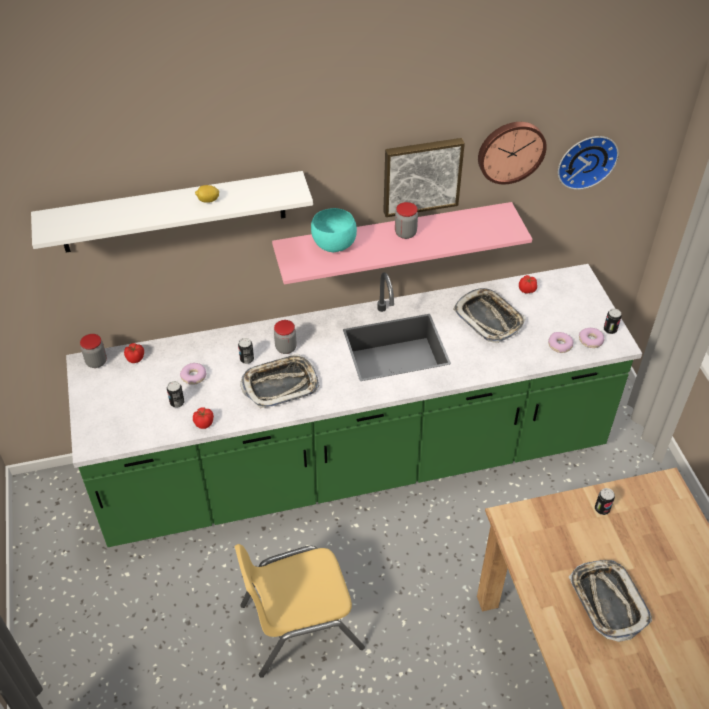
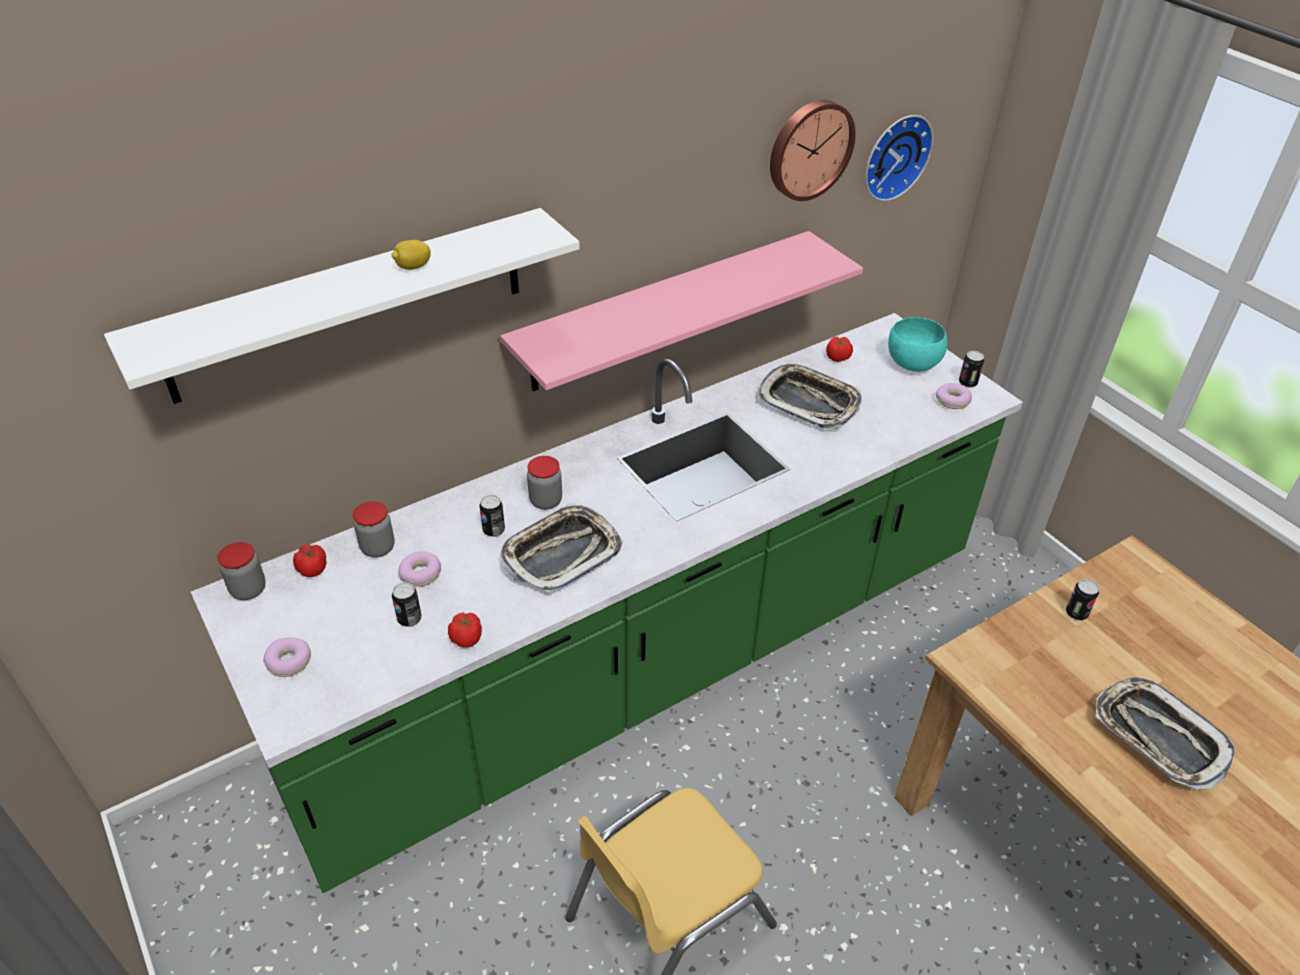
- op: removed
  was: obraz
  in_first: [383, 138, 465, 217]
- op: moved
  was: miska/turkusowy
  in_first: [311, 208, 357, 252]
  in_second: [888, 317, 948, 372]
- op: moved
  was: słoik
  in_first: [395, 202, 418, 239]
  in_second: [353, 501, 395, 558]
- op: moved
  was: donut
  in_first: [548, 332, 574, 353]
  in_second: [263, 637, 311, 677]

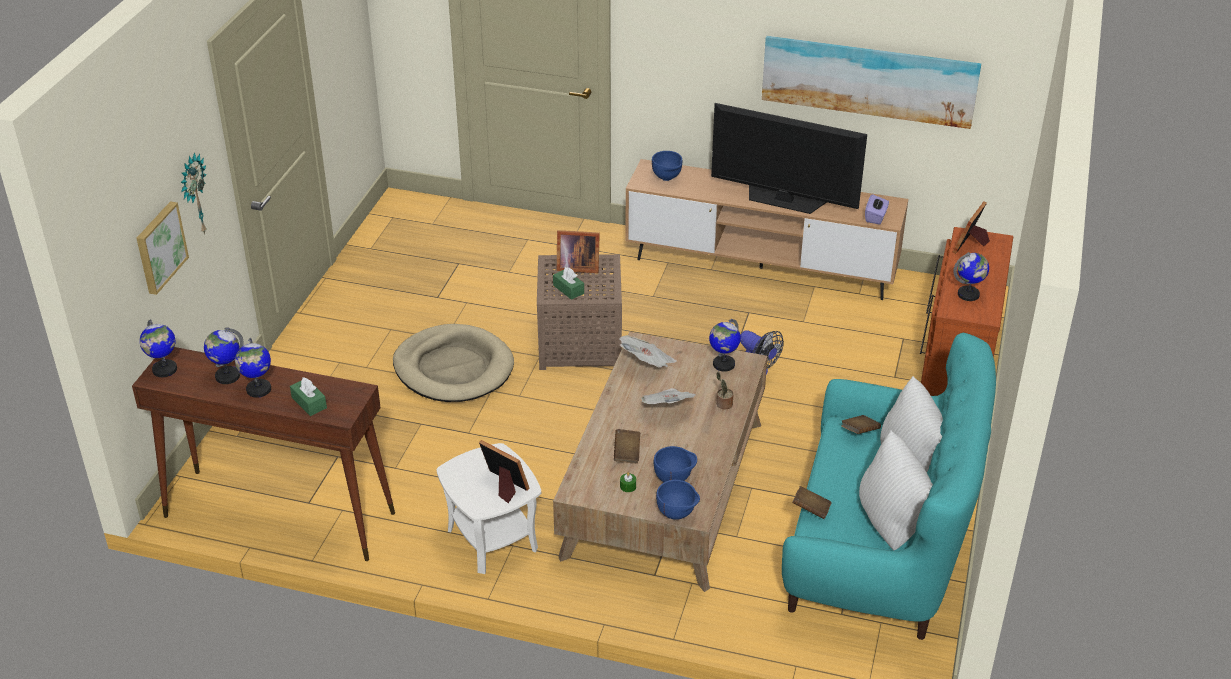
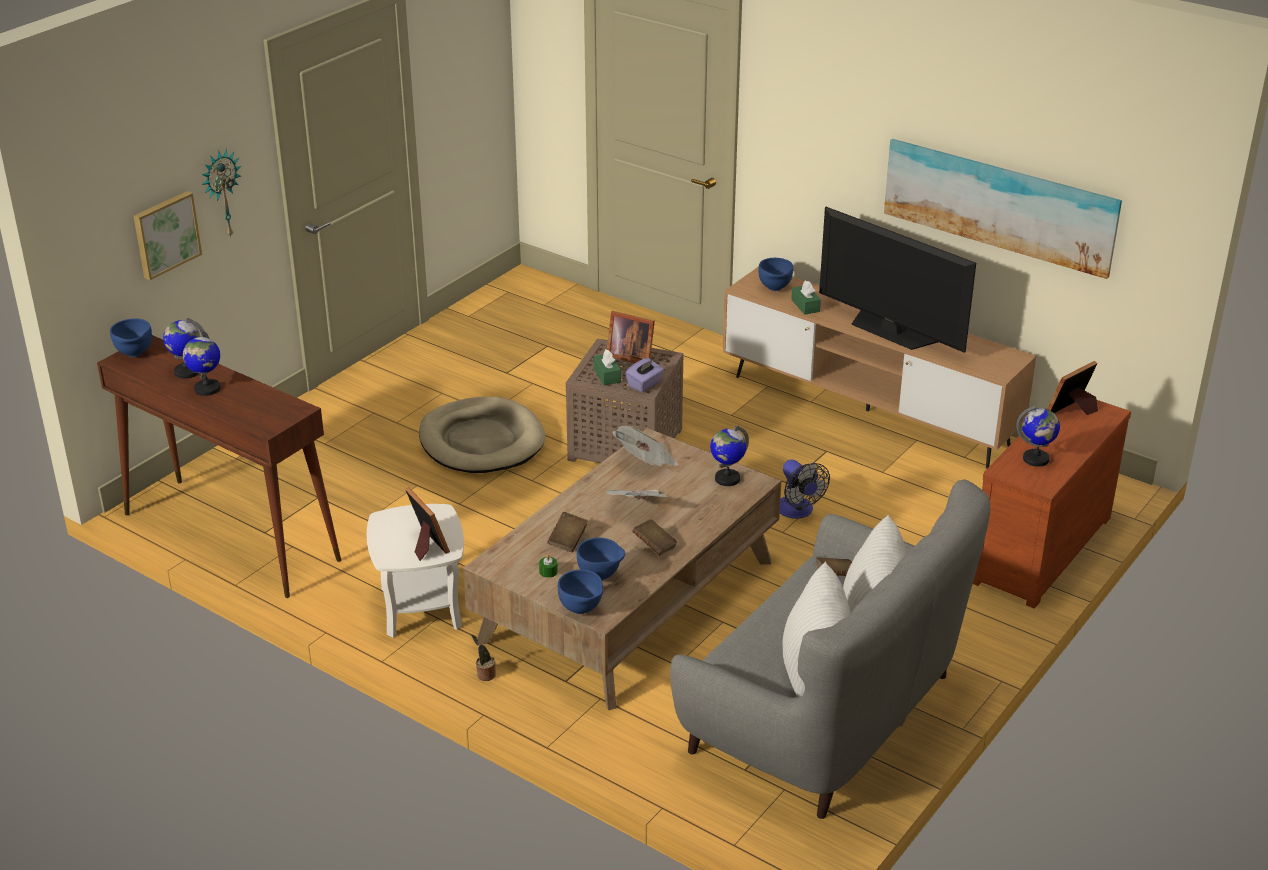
- op: moved
  was: pudełko chusteczek/zielony
  in_first: [290, 377, 327, 416]
  in_second: [791, 281, 821, 315]
- op: moved
  was: roślina doniczkowa
  in_first: [716, 372, 734, 410]
  in_second: [471, 634, 496, 681]
- op: moved
  was: książka/brązowy
  in_first: [792, 486, 832, 519]
  in_second: [632, 519, 678, 556]
- op: moved
  was: pudełko chusteczek/fioletowy
  in_first: [865, 194, 889, 225]
  in_second: [625, 358, 664, 392]
- op: replaced
  was: globus
  now: miska/niebieski
  in_first: [140, 319, 177, 377]
  in_second: [110, 318, 152, 357]
- op: recoloured
  was: kanapa/turkusowy
  now: kanapa/szary
  in_first: [782, 333, 996, 640]
  in_second: [670, 479, 990, 819]

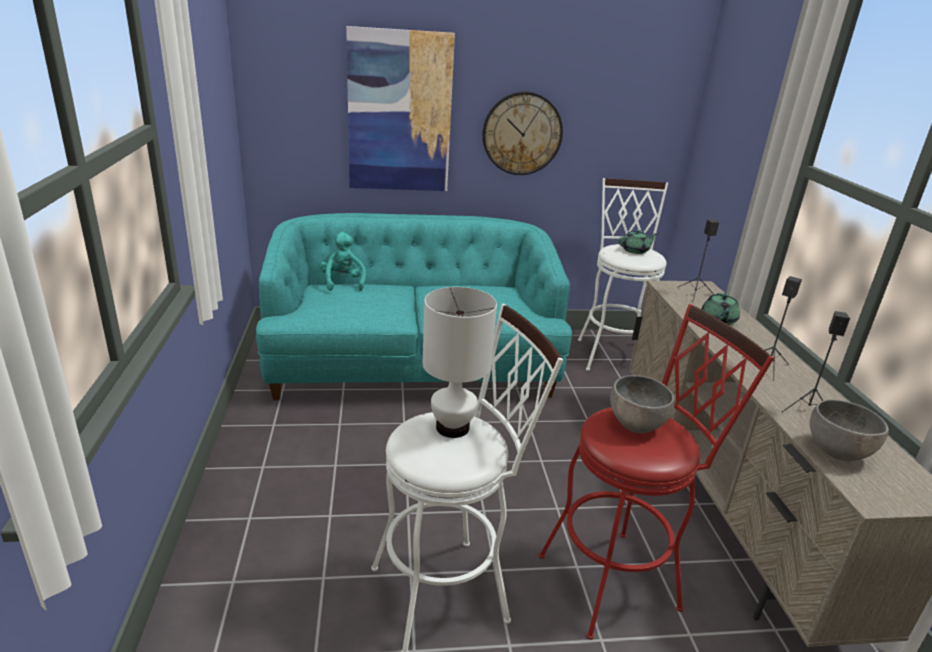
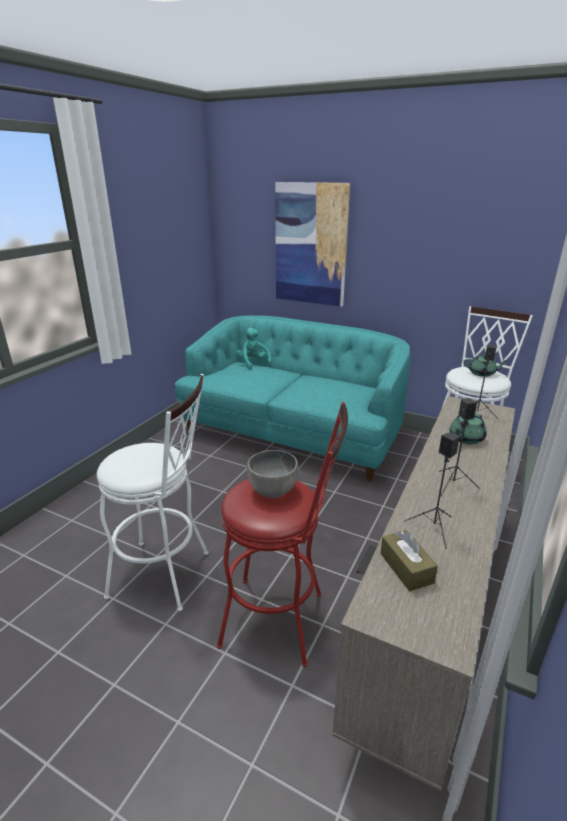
- op: removed
  was: lampa stołowa/biały
  in_first: [422, 287, 497, 438]
- op: removed
  was: zegar ścienny
  in_first: [482, 92, 563, 175]
- op: replaced
  was: miska/szary
  now: pudełko chusteczek/brązowy
  in_first: [809, 399, 889, 461]
  in_second: [380, 530, 438, 591]
- op: turned
  was: pluszak/turkusowy
  in_first: [320, 232, 366, 291]
  in_second: [236, 328, 271, 369]
  clockwise: -45

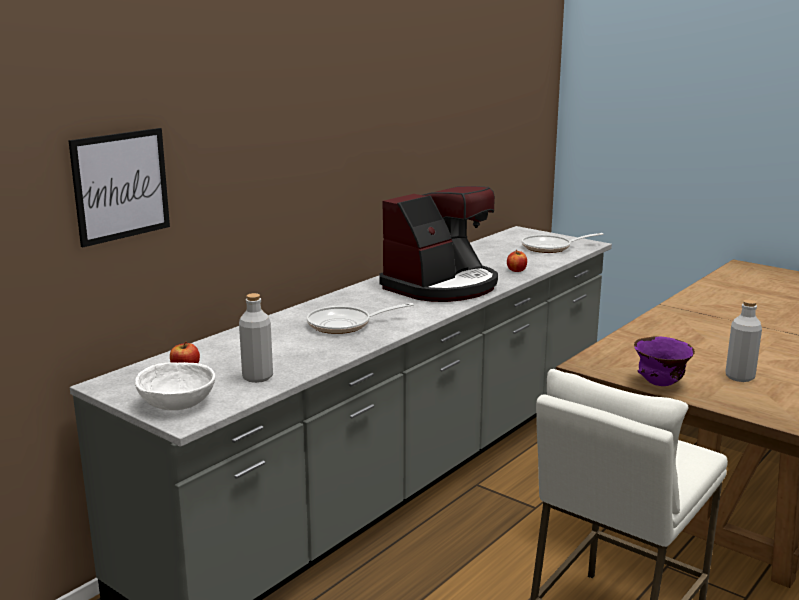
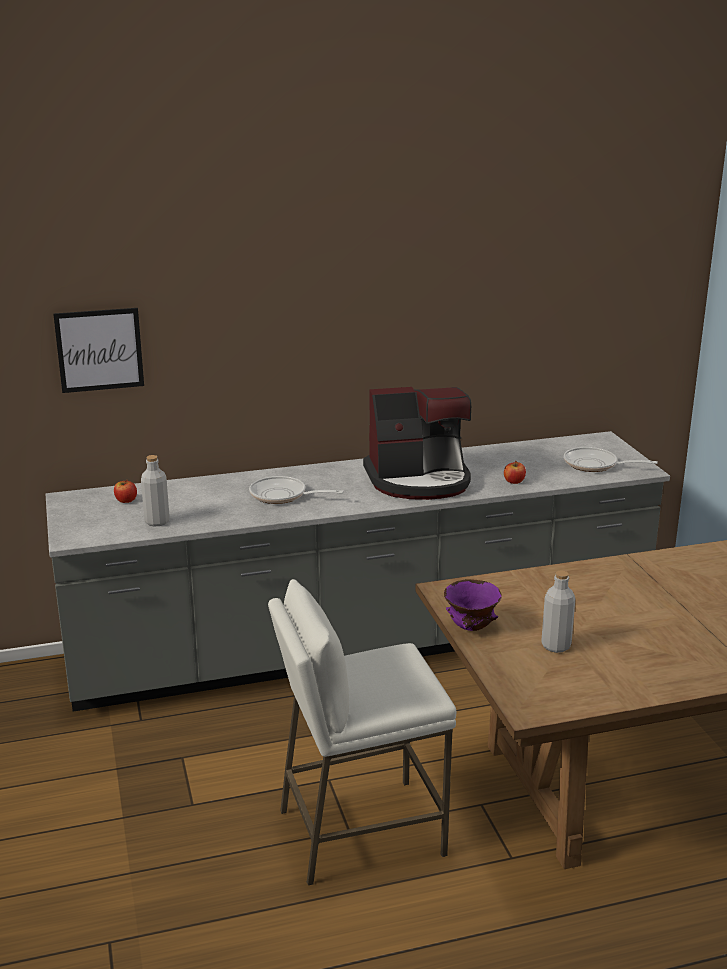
- op: removed
  was: miska/biały
  in_first: [135, 362, 215, 410]

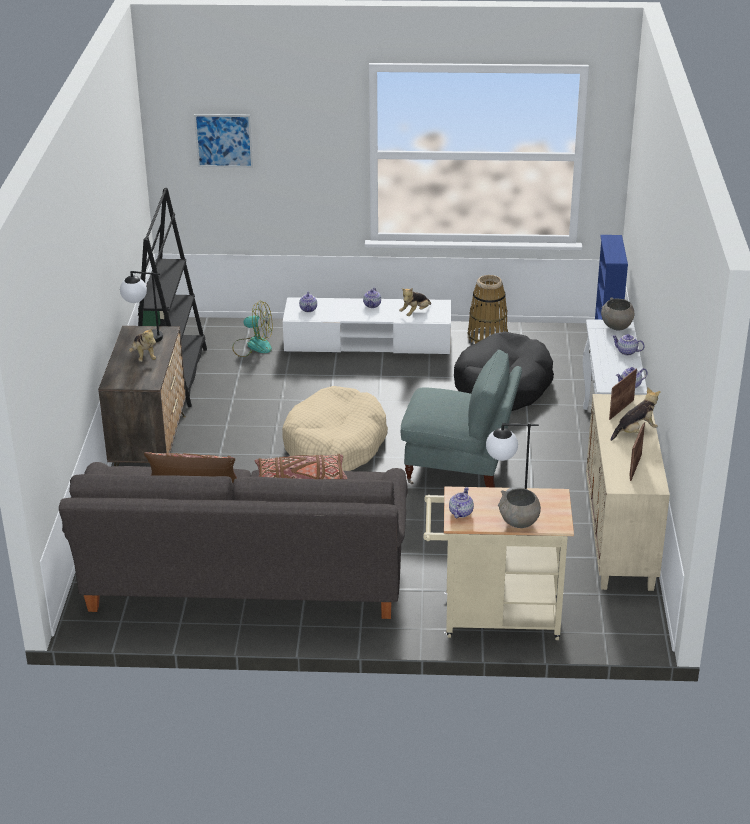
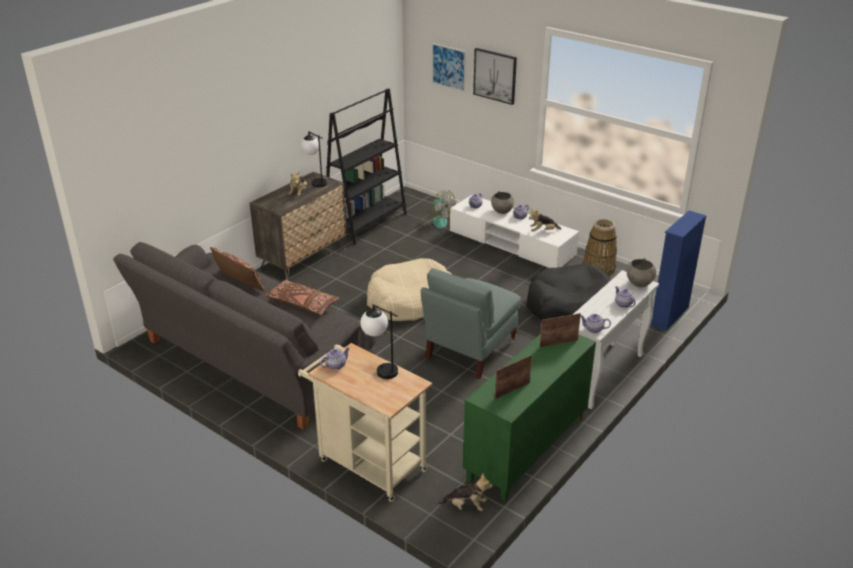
- op: added
  now: obraz
  in_second: [473, 48, 517, 105]
- op: moved
  was: miska/szary
  in_first: [498, 488, 541, 528]
  in_second: [491, 191, 514, 214]
- op: moved
  was: pluszak
  in_first: [611, 387, 661, 441]
  in_second: [438, 474, 493, 511]
- op: recoloured
  was: szafka/beżowy
  now: szafka/zielony
  in_first: [586, 394, 670, 591]
  in_second: [463, 334, 596, 501]
- op: turned
  was: fotel/szary
  in_first: [401, 350, 522, 487]
  in_second: [421, 268, 521, 379]
  clockwise: 75

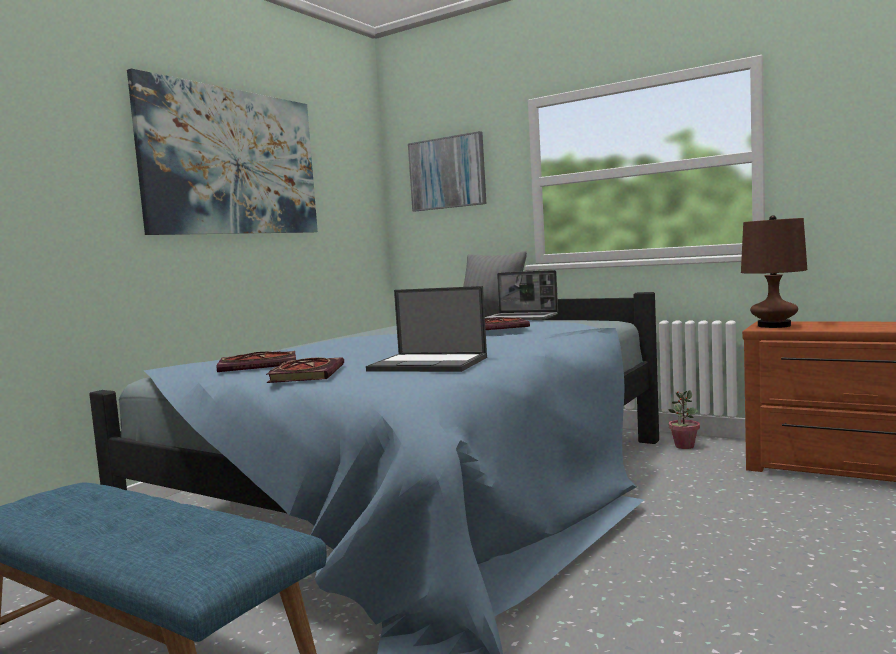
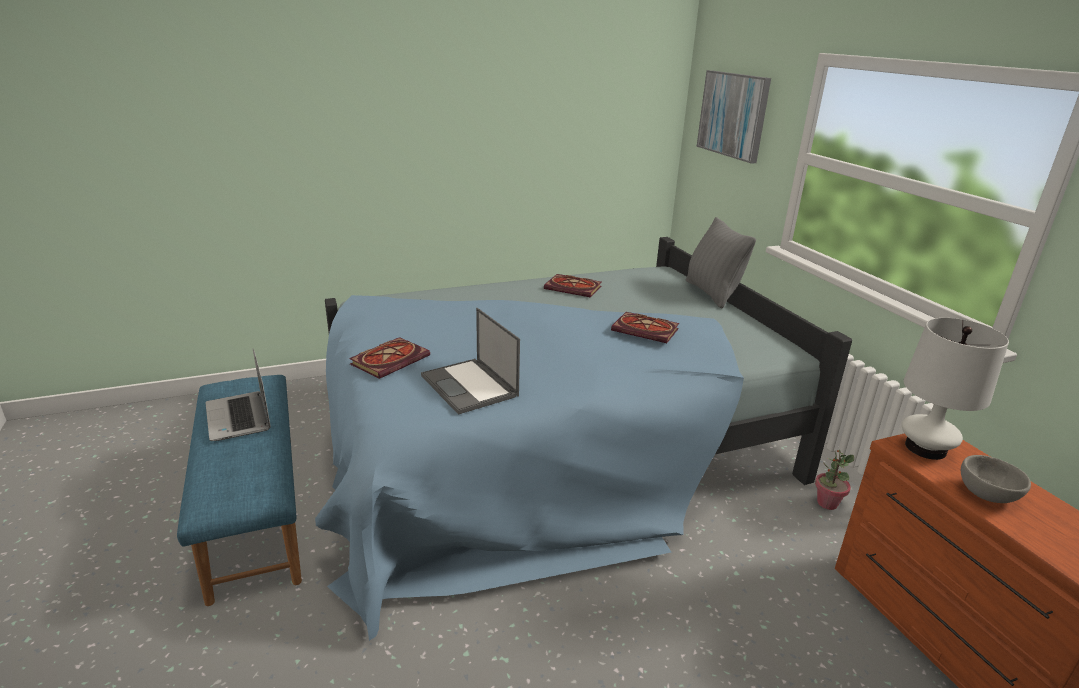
- op: removed
  was: obraz
  in_first: [127, 68, 318, 235]
- op: added
  now: miska/szary
  in_second: [961, 455, 1031, 503]
- op: moved
  was: książka
  in_first: [216, 351, 296, 372]
  in_second: [544, 274, 601, 298]
- op: moved
  was: laptop
  in_first: [485, 270, 558, 320]
  in_second: [205, 349, 270, 441]
- op: recoloured
  was: lampa stołowa/brązowy
  now: lampa stołowa/biały
  in_first: [741, 215, 807, 328]
  in_second: [902, 318, 1009, 460]

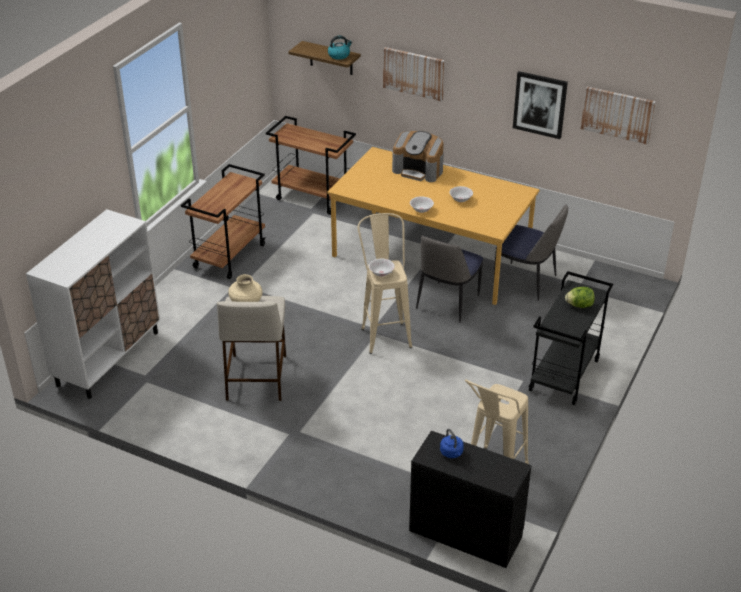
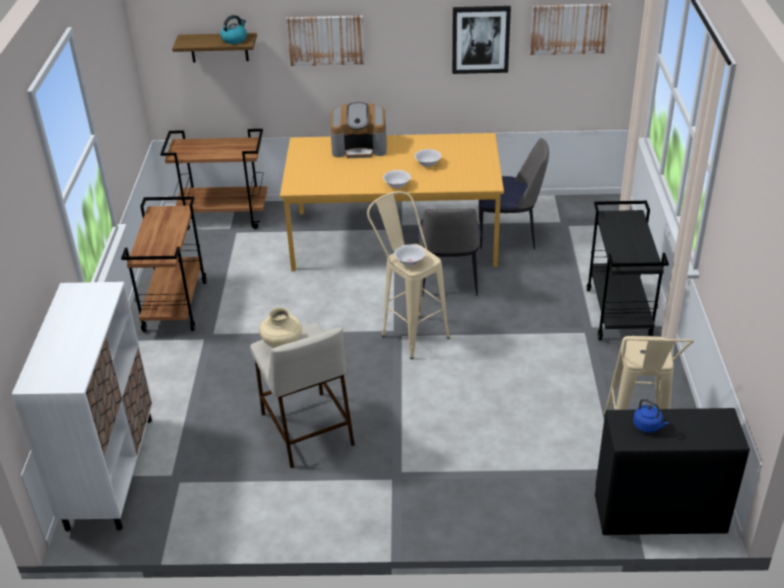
- op: removed
  was: sałata
  in_first: [565, 287, 595, 308]

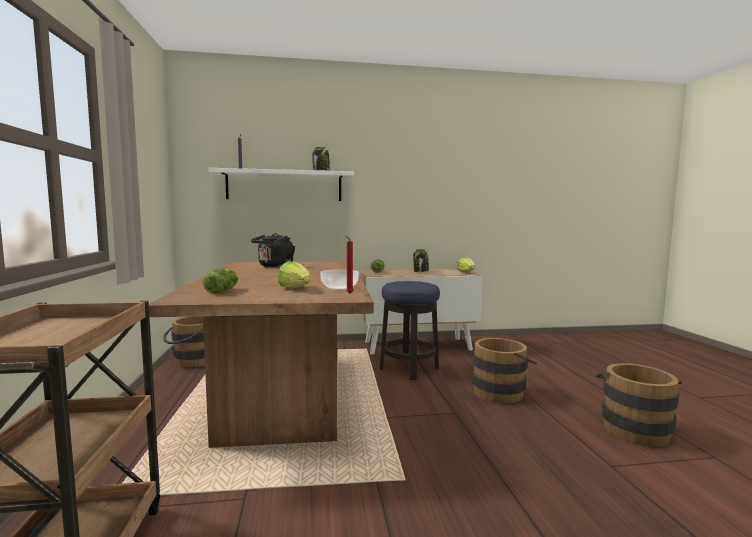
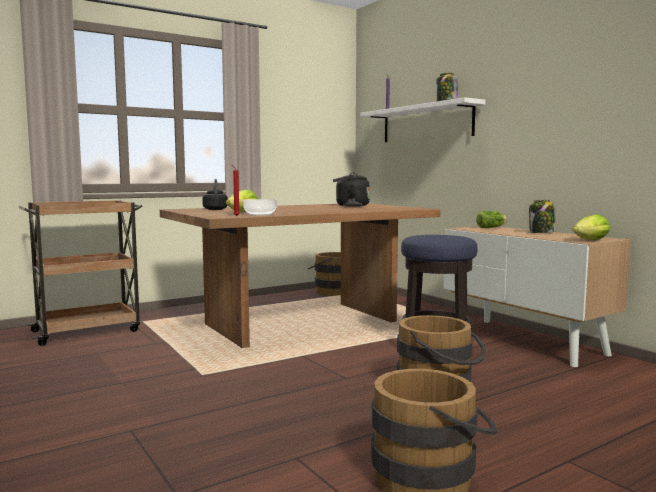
- op: replaced
  was: sałata
  now: czajnik/czarny
  in_first: [203, 269, 239, 294]
  in_second: [202, 179, 228, 210]

